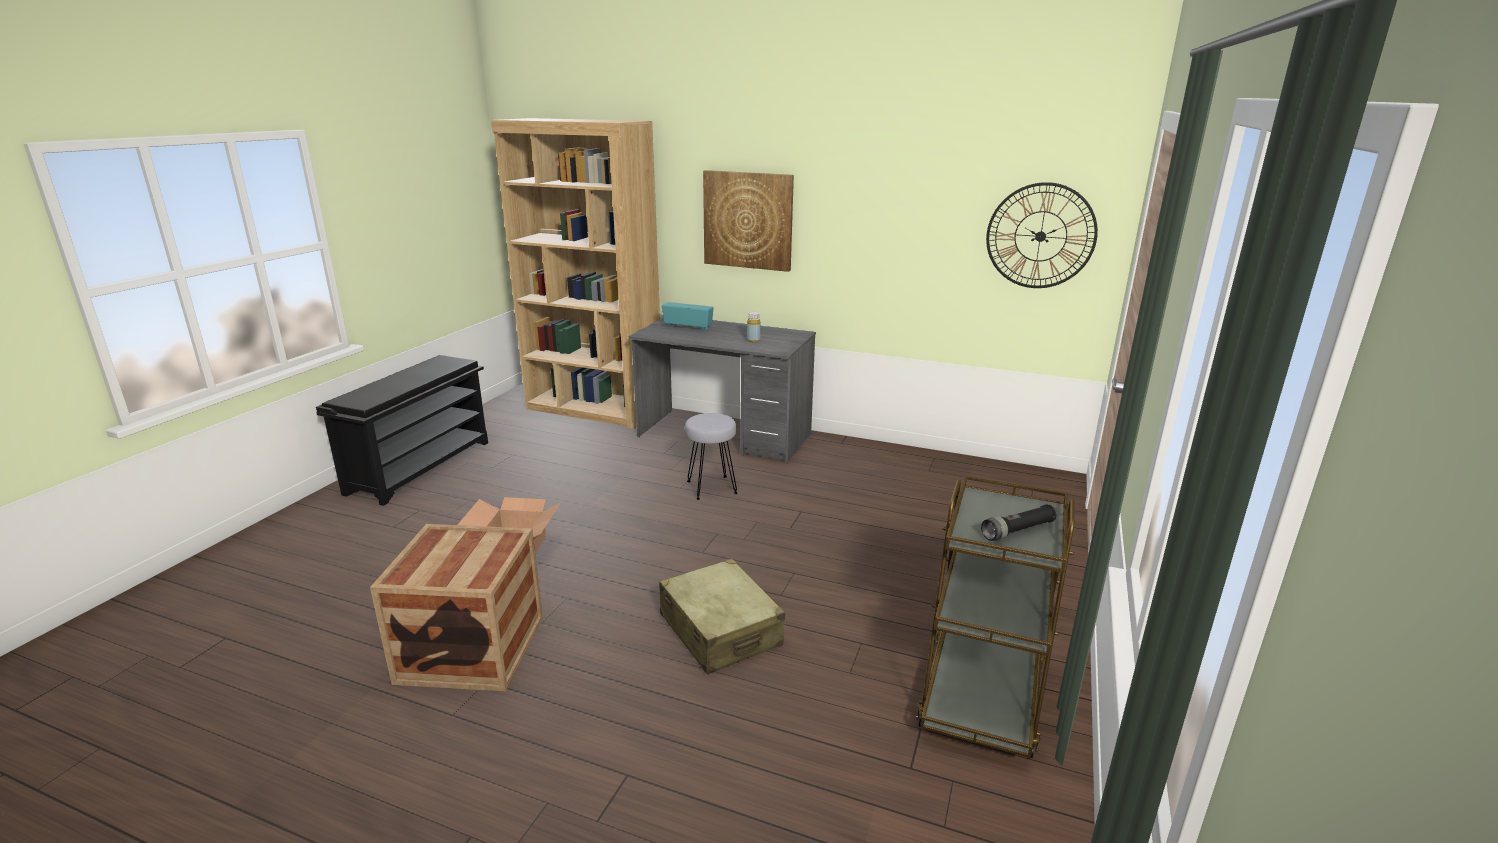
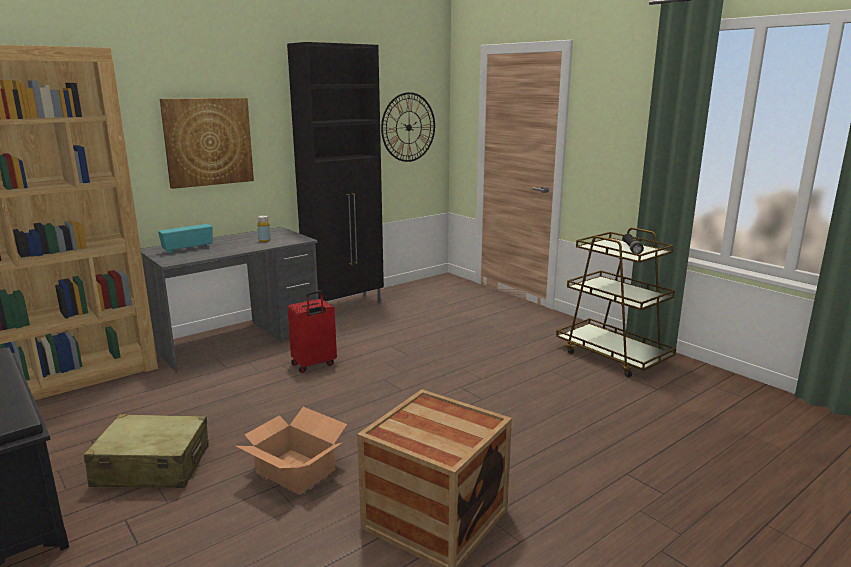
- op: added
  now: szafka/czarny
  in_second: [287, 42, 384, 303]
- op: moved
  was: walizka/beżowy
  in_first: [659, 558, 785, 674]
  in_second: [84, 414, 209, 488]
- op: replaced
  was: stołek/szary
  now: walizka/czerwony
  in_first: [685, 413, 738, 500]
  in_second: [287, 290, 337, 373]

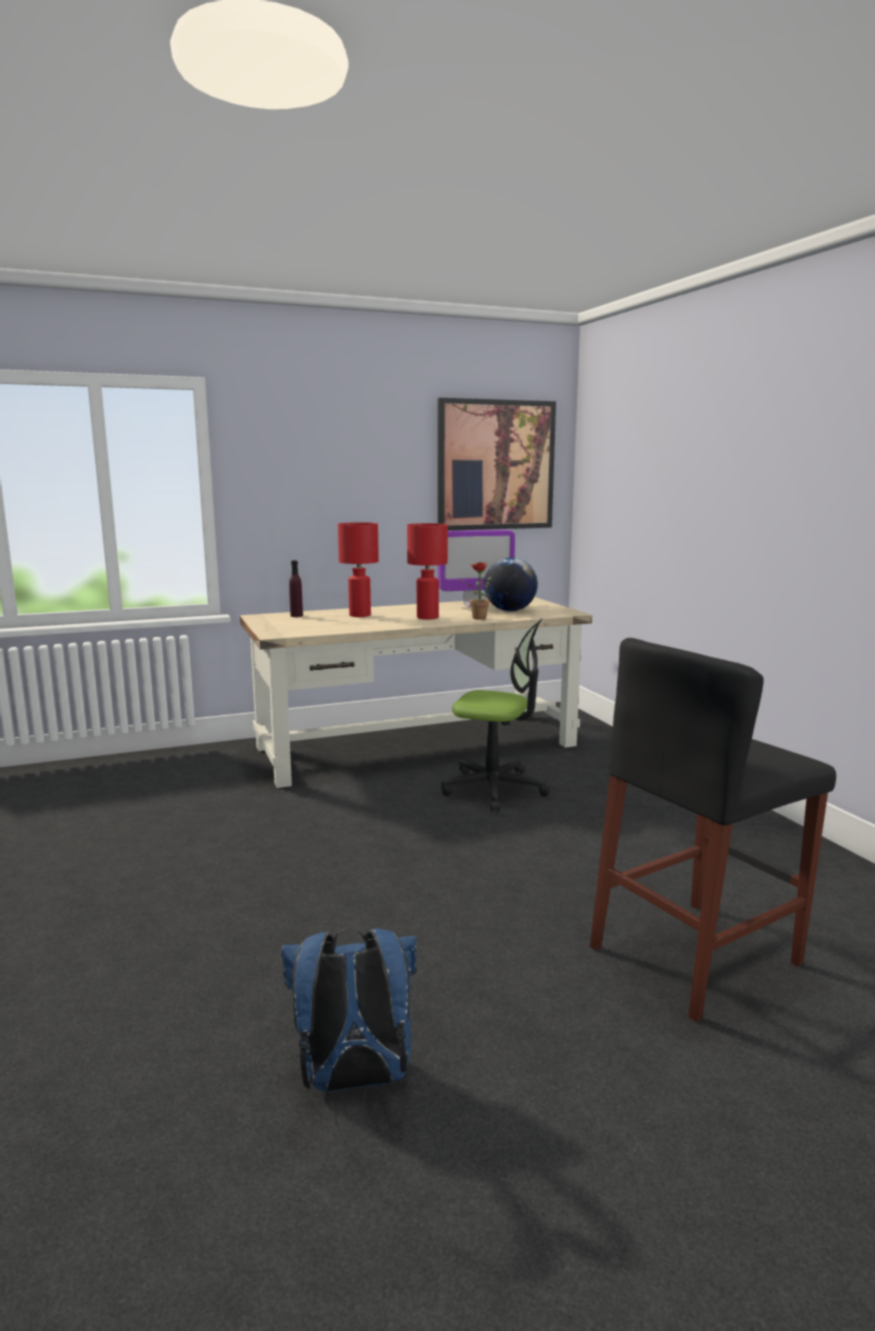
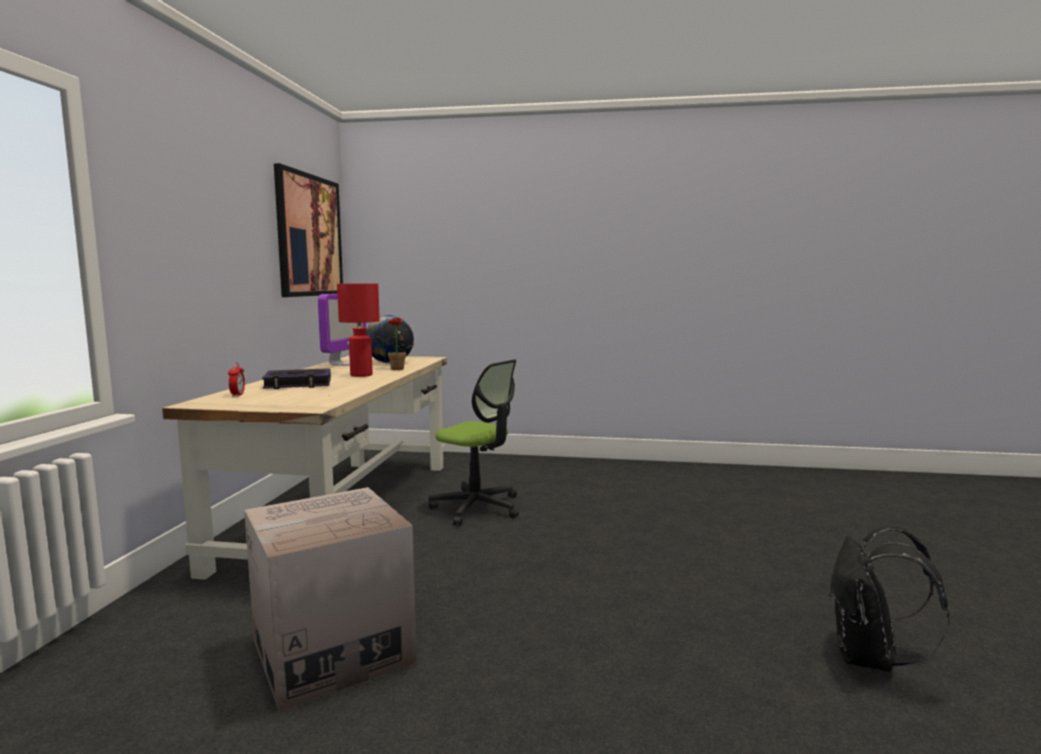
- op: removed
  was: stołek/czarny
  in_first: [590, 638, 836, 1022]
- op: added
  now: karton
  in_second: [244, 487, 417, 712]
- op: replaced
  was: butelka/fioletowy
  now: budzik
  in_first: [289, 560, 303, 617]
  in_second: [228, 362, 245, 397]
- op: replaced
  was: lampa stołowa/czerwony
  now: książka
  in_first: [338, 522, 379, 617]
  in_second: [262, 368, 331, 389]
- op: recoloured
  was: plecak/niebieski
  now: plecak/czarny
  in_first: [281, 927, 417, 1092]
  in_second: [829, 527, 950, 672]
- op: turned
  was: krzesło biurowe
  in_first: [441, 619, 550, 811]
  in_second: [428, 359, 519, 526]
  clockwise: 75

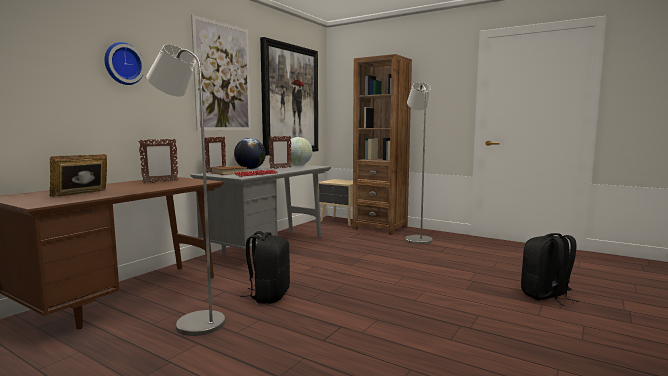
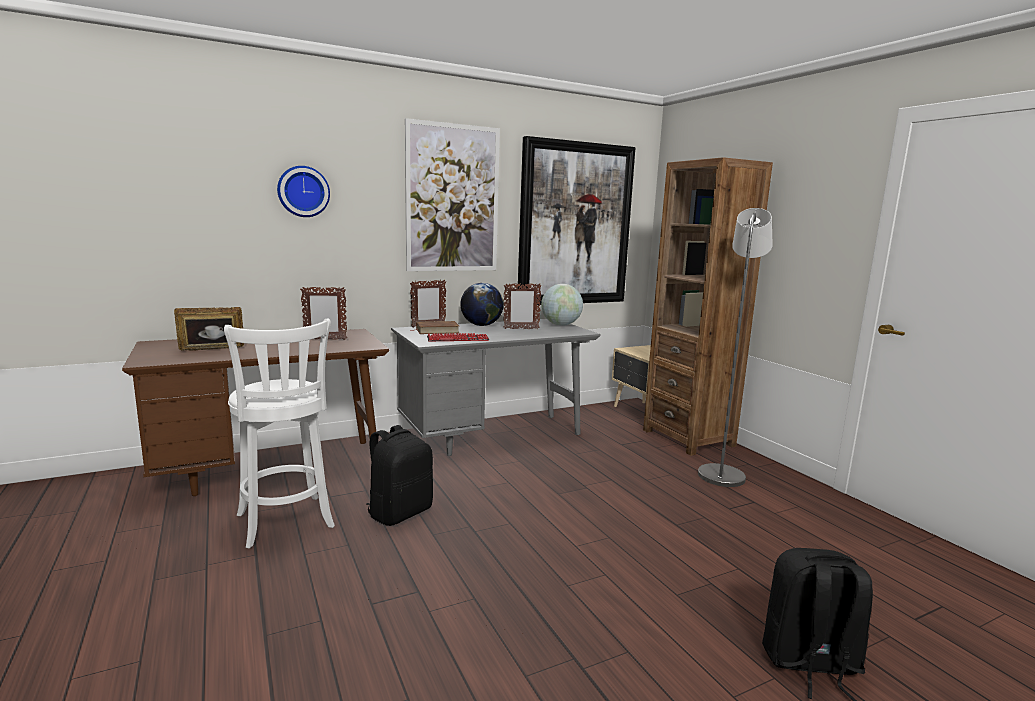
- op: replaced
  was: lampa stojąca/szary
  now: stołek/biały
  in_first: [147, 44, 225, 336]
  in_second: [224, 318, 335, 548]

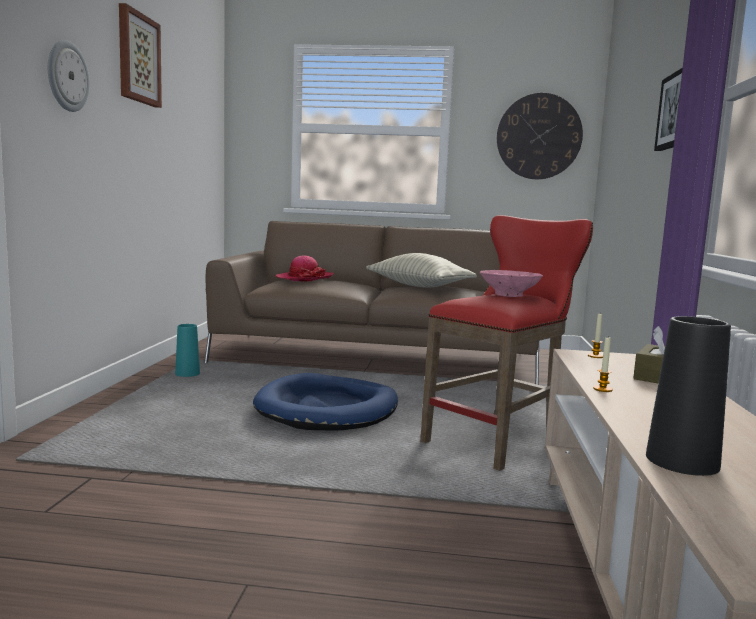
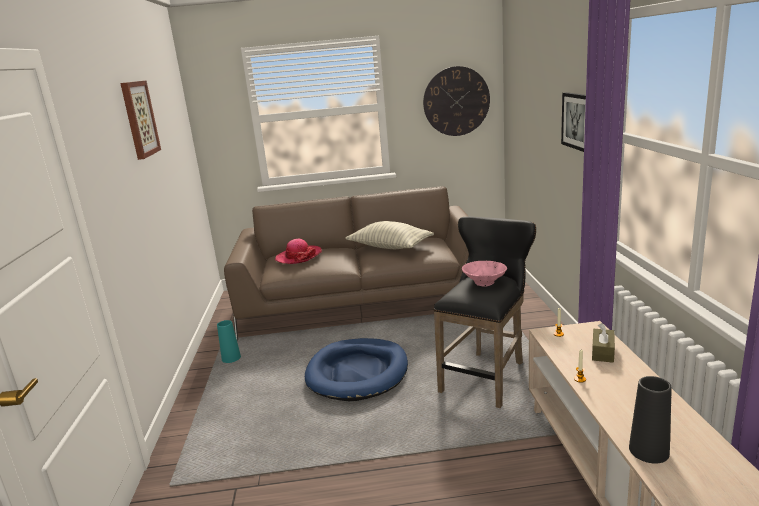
- op: removed
  was: zegar ścienny
  in_first: [48, 40, 90, 112]
- op: recoloured
  was: stołek/czerwony
  now: stołek/czarny
  in_first: [420, 215, 593, 471]
  in_second: [433, 216, 536, 408]

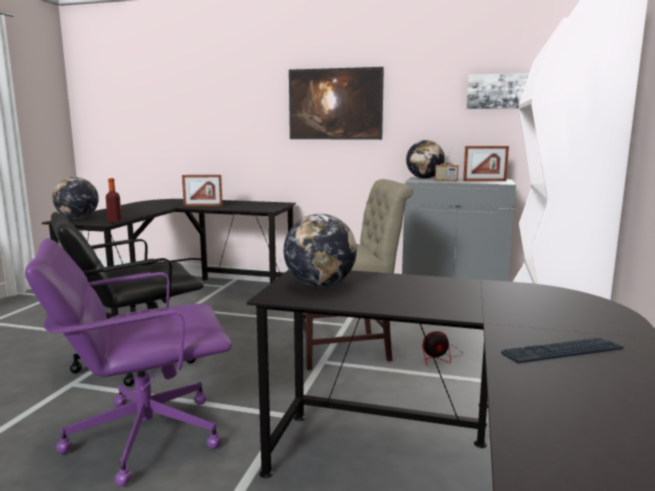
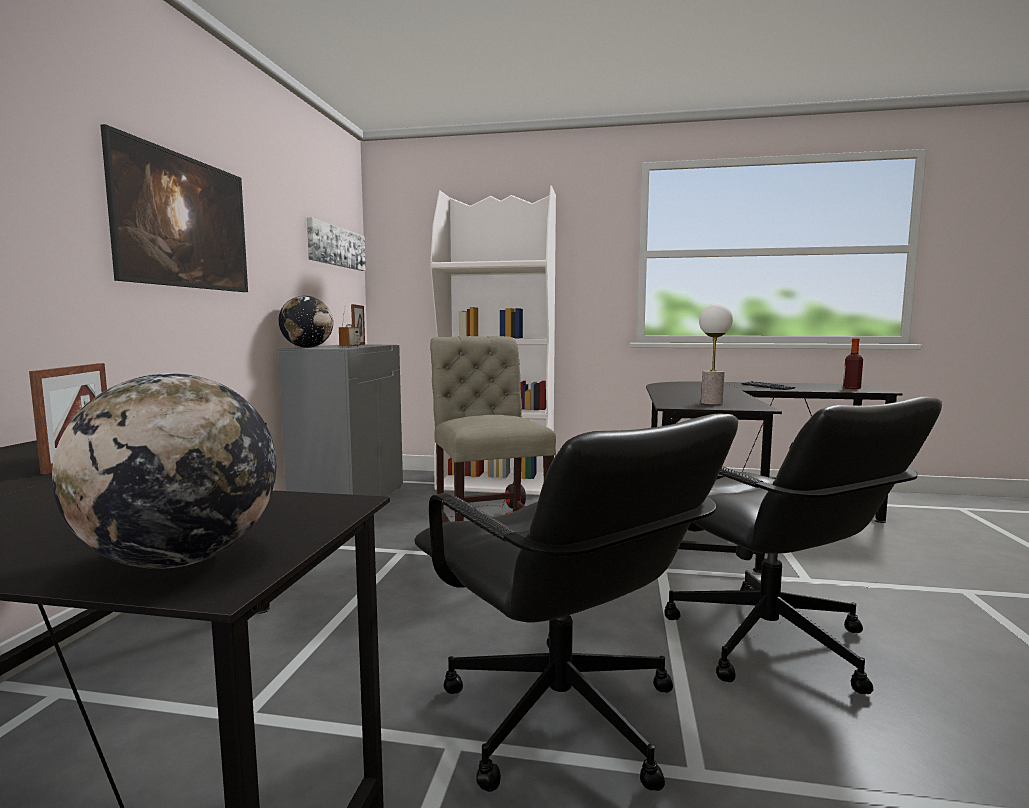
- op: moved
  was: butelka
  in_first: [106, 178, 122, 222]
  in_second: [843, 338, 863, 389]
- op: replaced
  was: globus
  now: lampa stołowa
  in_first: [284, 214, 357, 287]
  in_second: [699, 303, 733, 405]
- op: recoloured
  was: krzesło biurowe/fioletowy
  now: krzesło biurowe/czarny
  in_first: [25, 238, 232, 486]
  in_second: [664, 397, 942, 694]

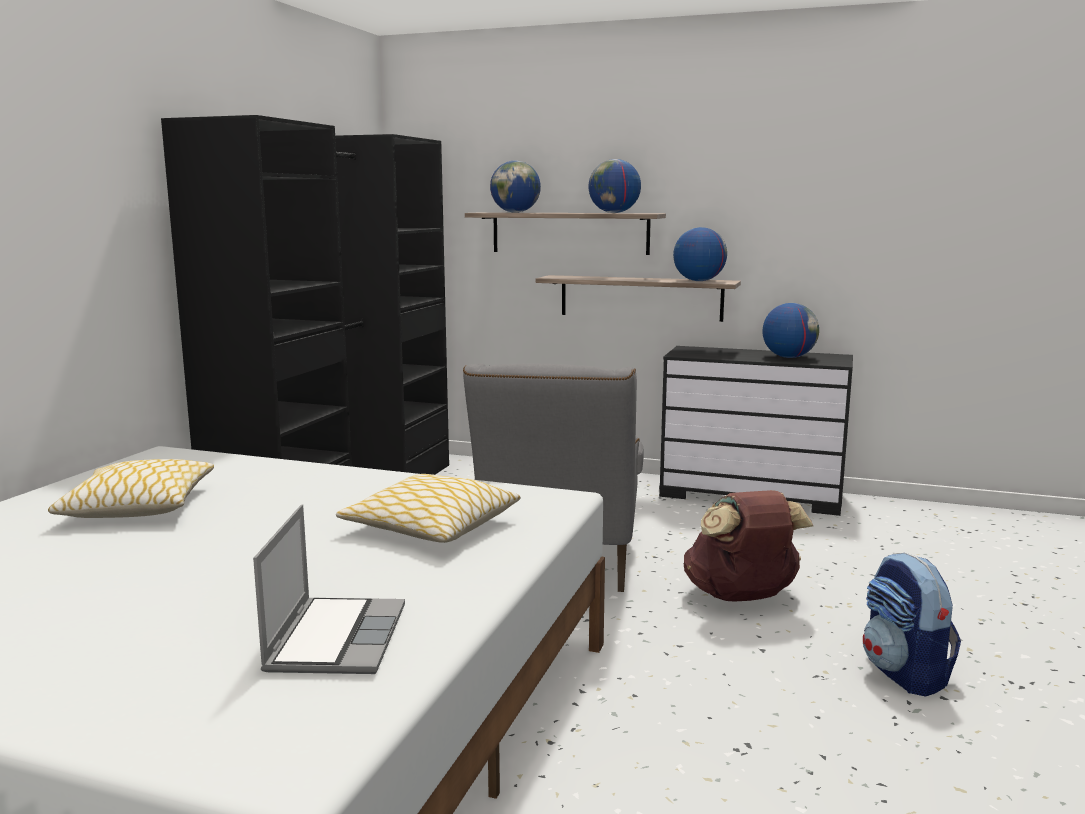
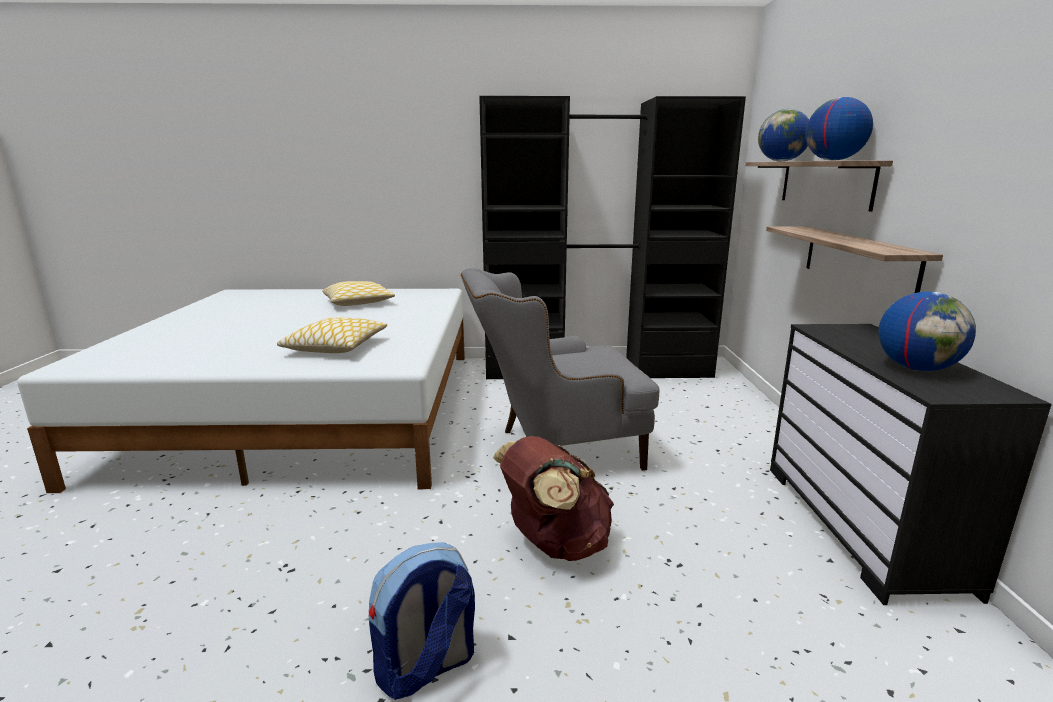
- op: removed
  was: laptop
  in_first: [253, 505, 405, 674]
- op: removed
  was: globus
  in_first: [673, 227, 727, 281]

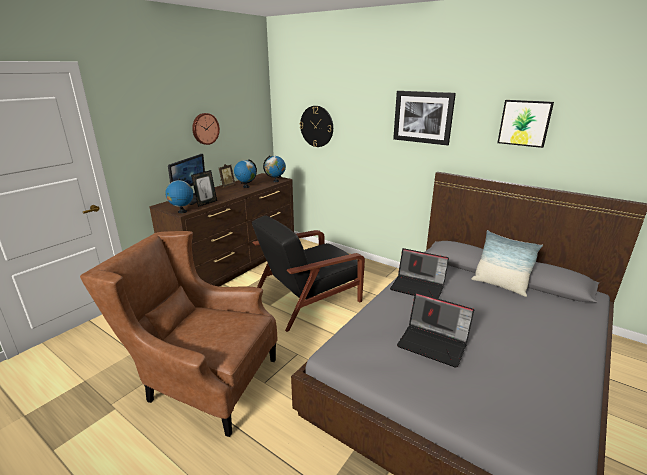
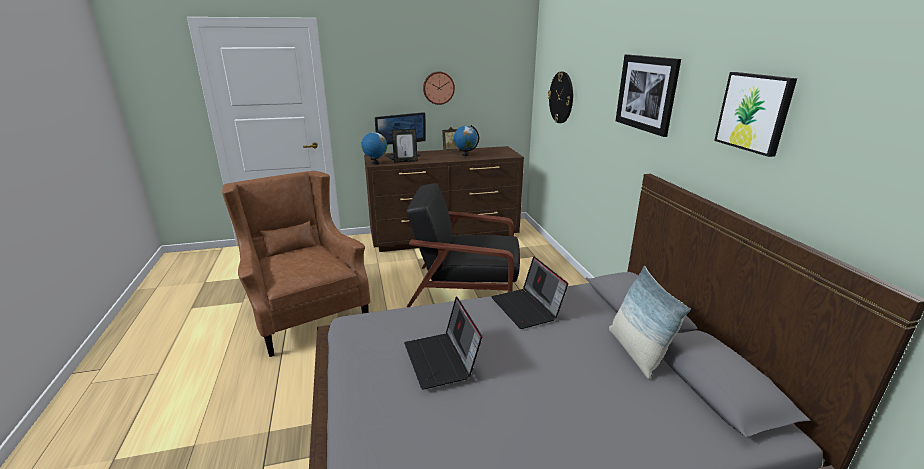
- op: removed
  was: globus
  in_first: [263, 155, 286, 182]

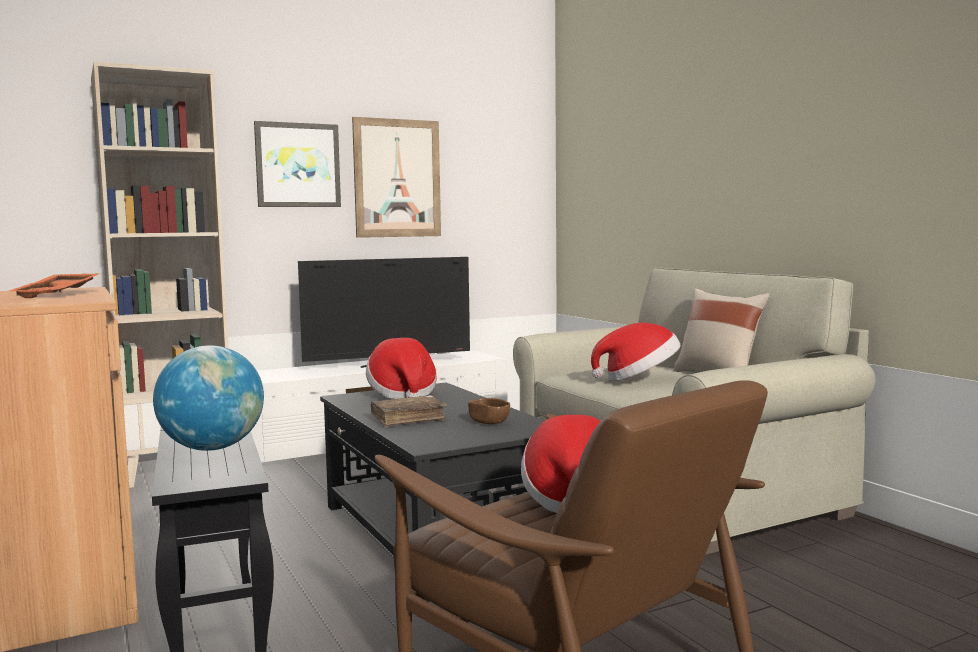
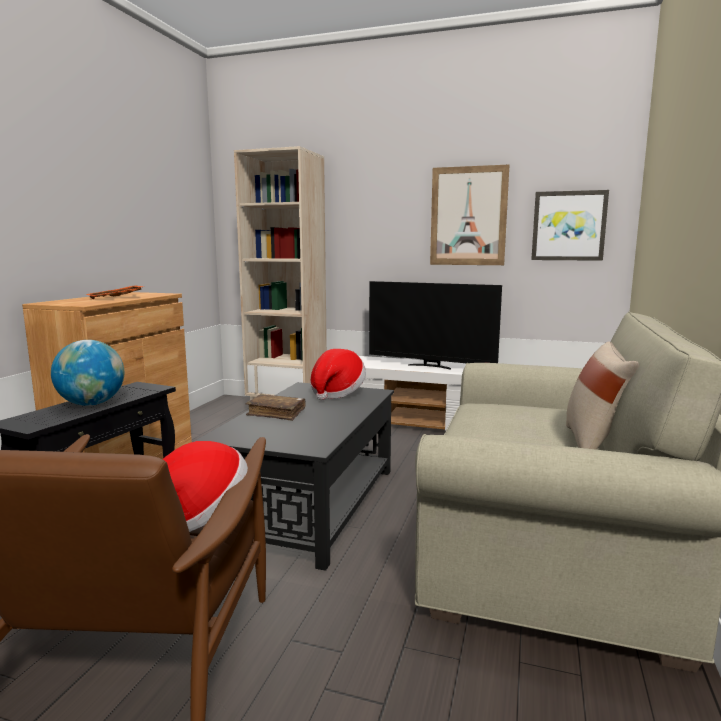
- op: removed
  was: miska/brązowy
  in_first: [468, 398, 510, 424]
- op: removed
  was: kapelusz
  in_first: [591, 323, 680, 381]
- op: moved
  was: obraz
  in_first: [254, 121, 341, 207]
  in_second: [531, 190, 609, 261]

